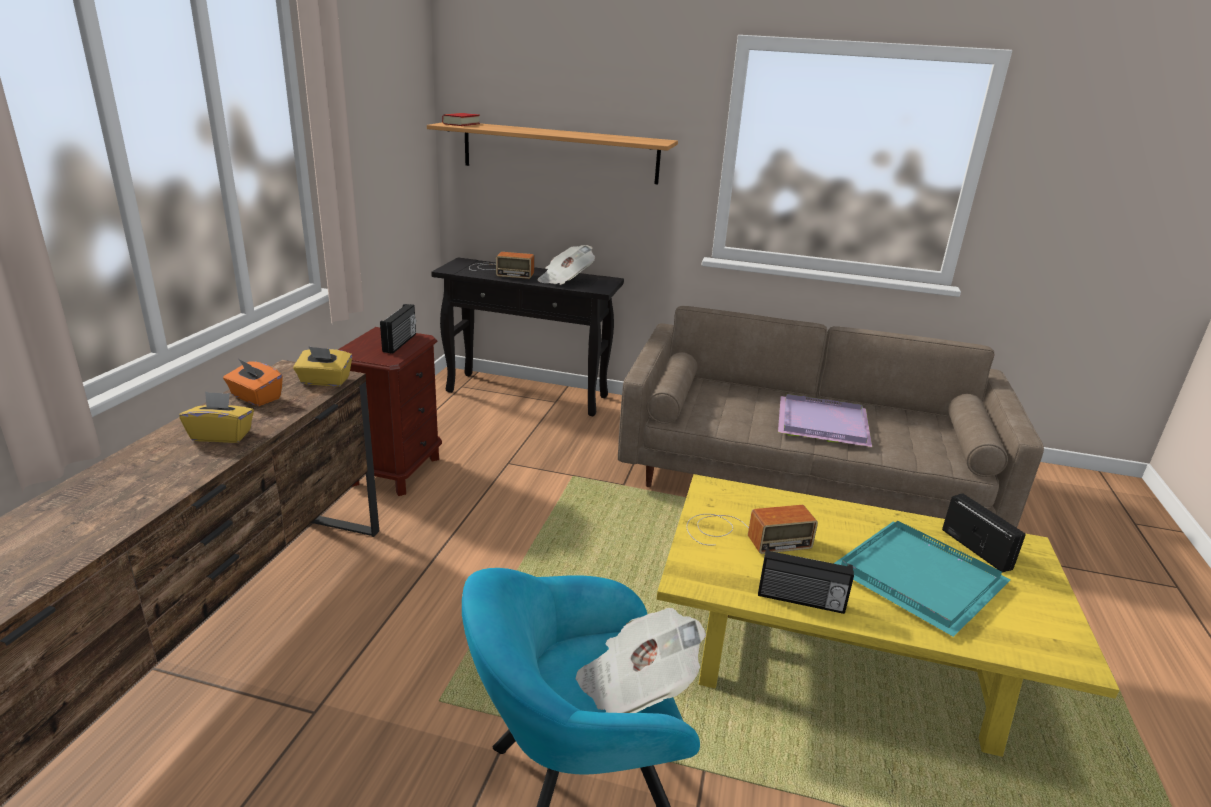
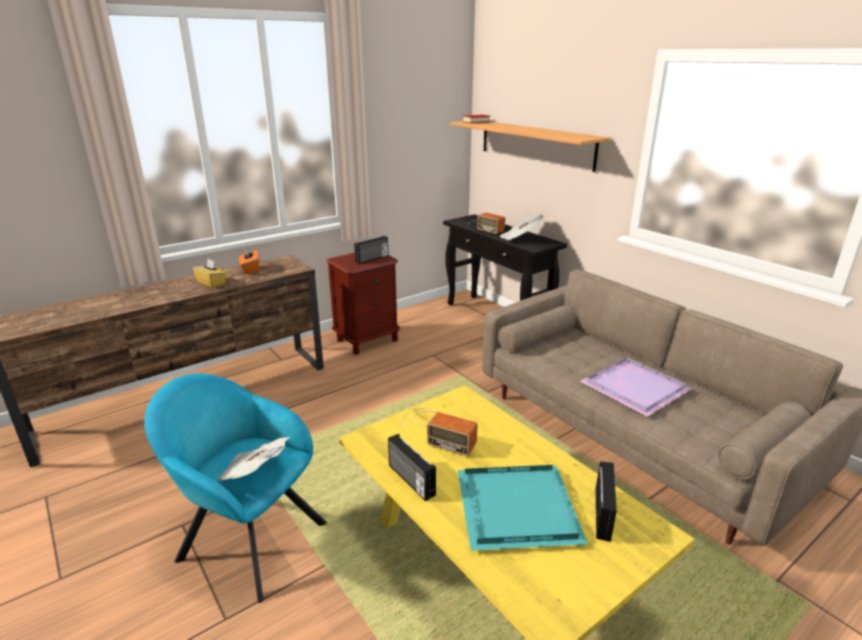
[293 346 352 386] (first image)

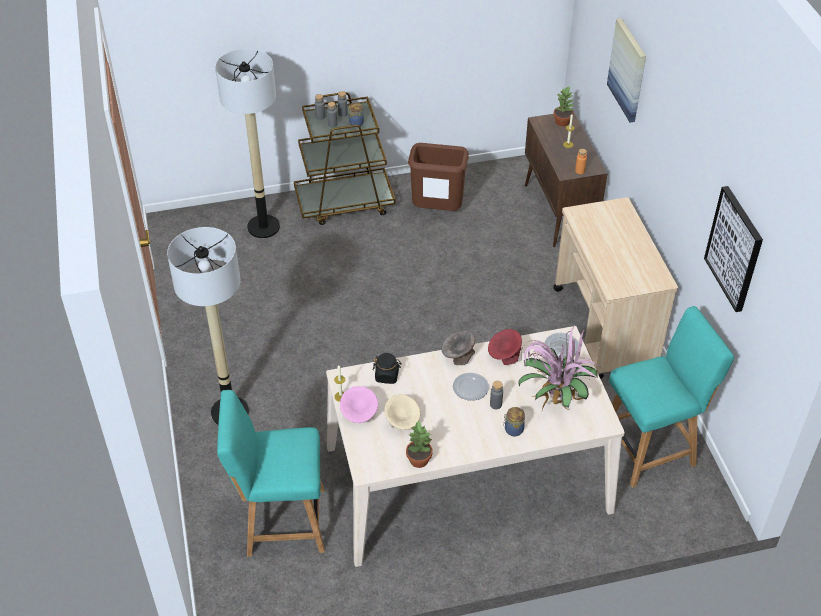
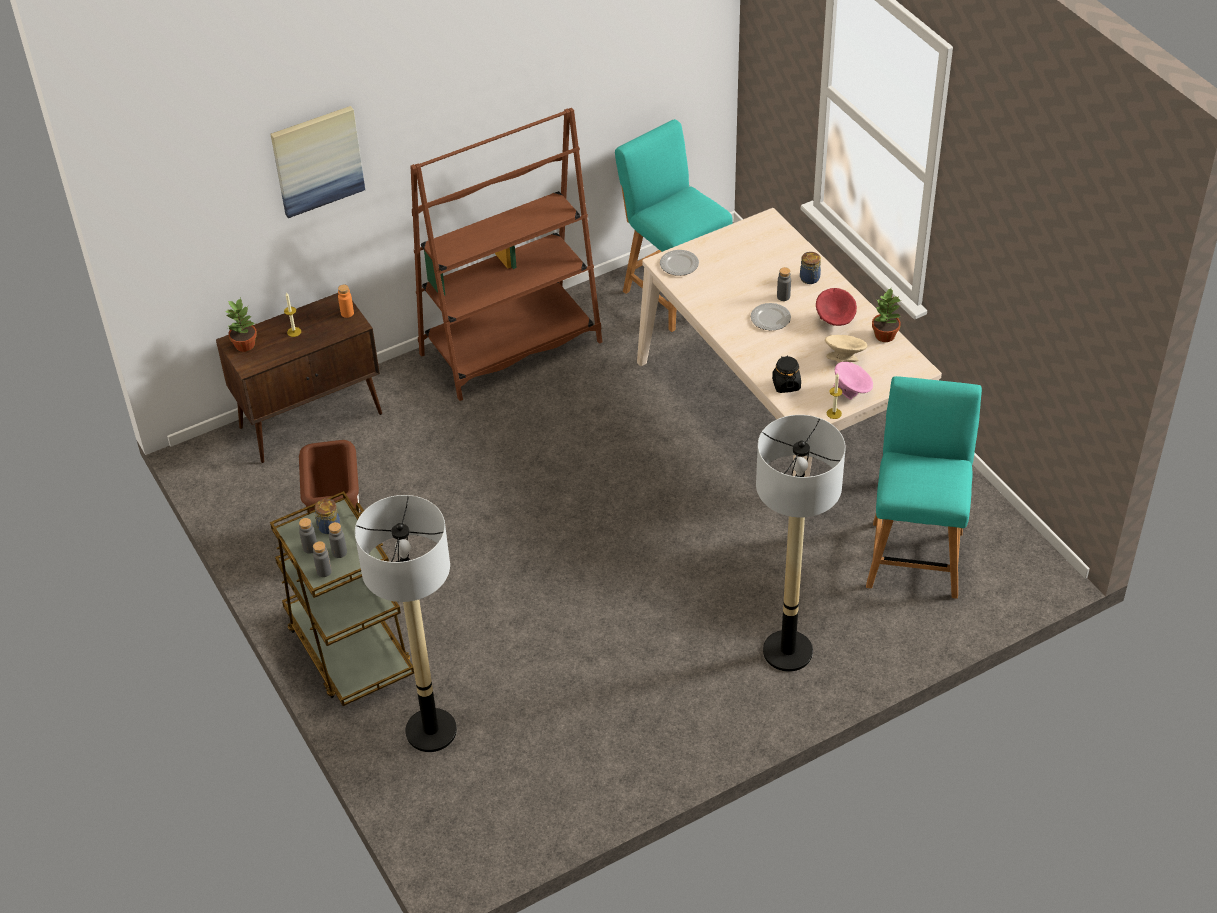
[866 376 982 599]
[442 330 475 365] (first image)
[816 288 857 326]
[518 325 600 410] (first image)
[411 108 602 401]
[704 186 763 312] (first image)

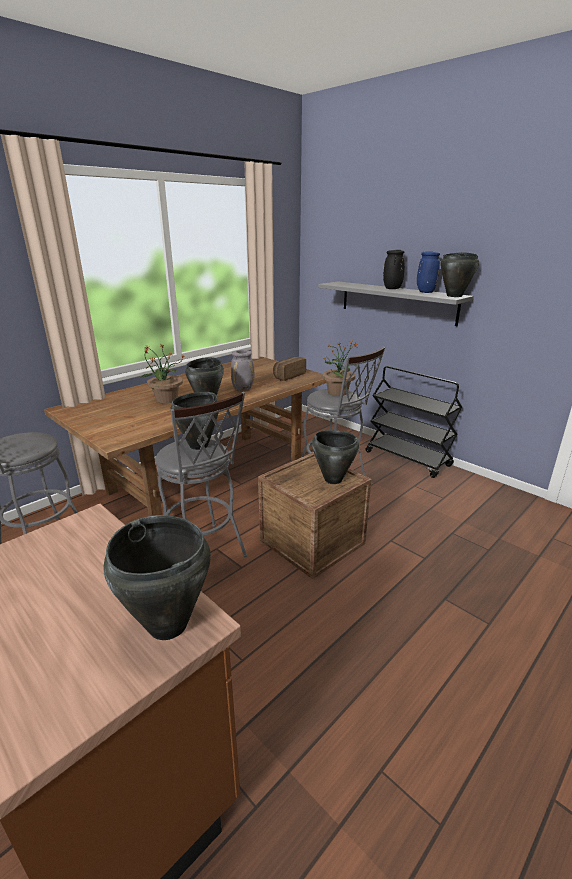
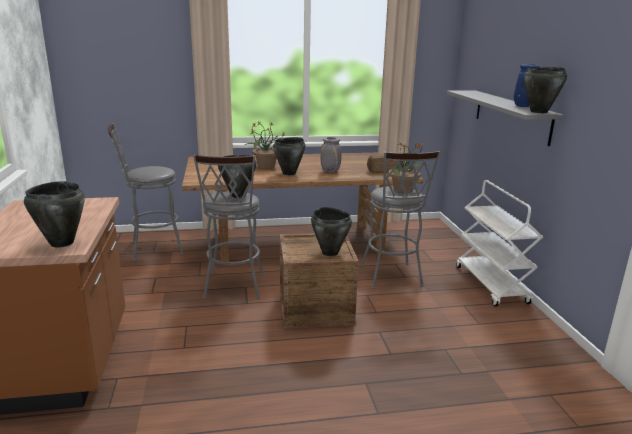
[456 180 543 307]
[383 250 405 289] (first image)

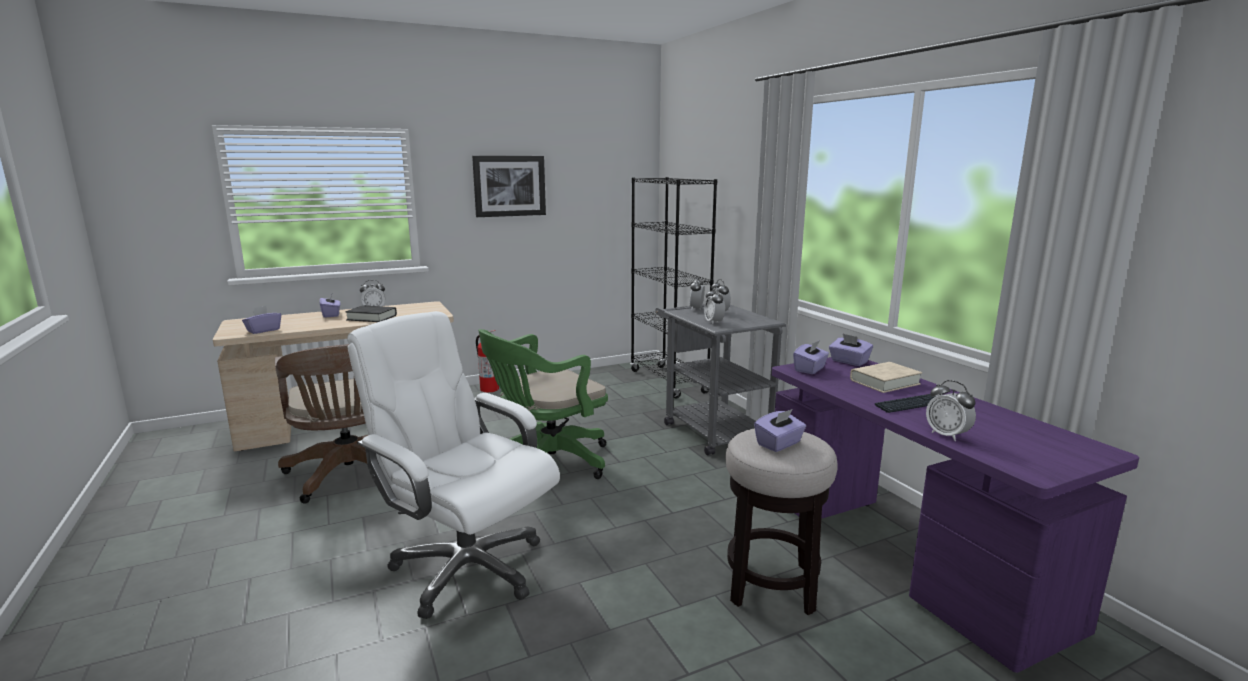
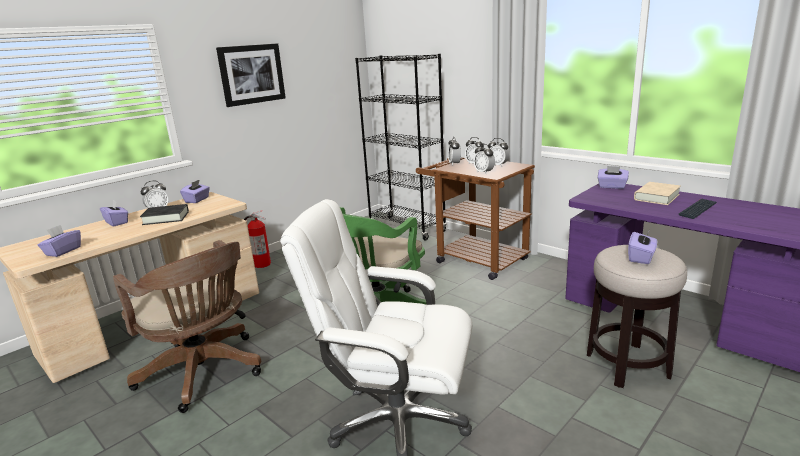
[416 157 535 280]
[180 179 210 203]
[488 138 509 167]

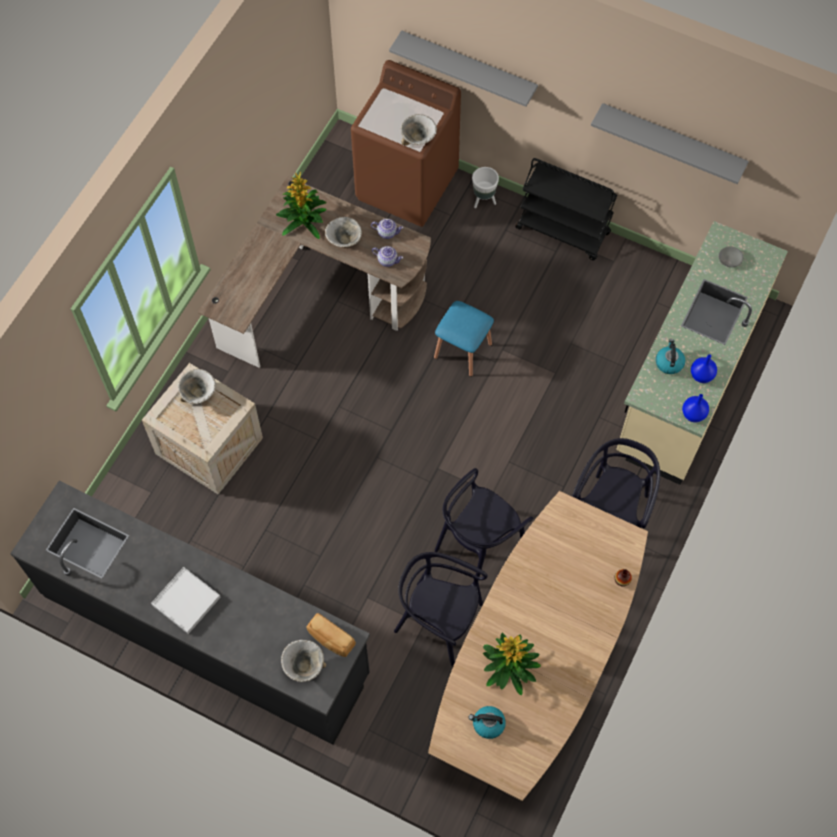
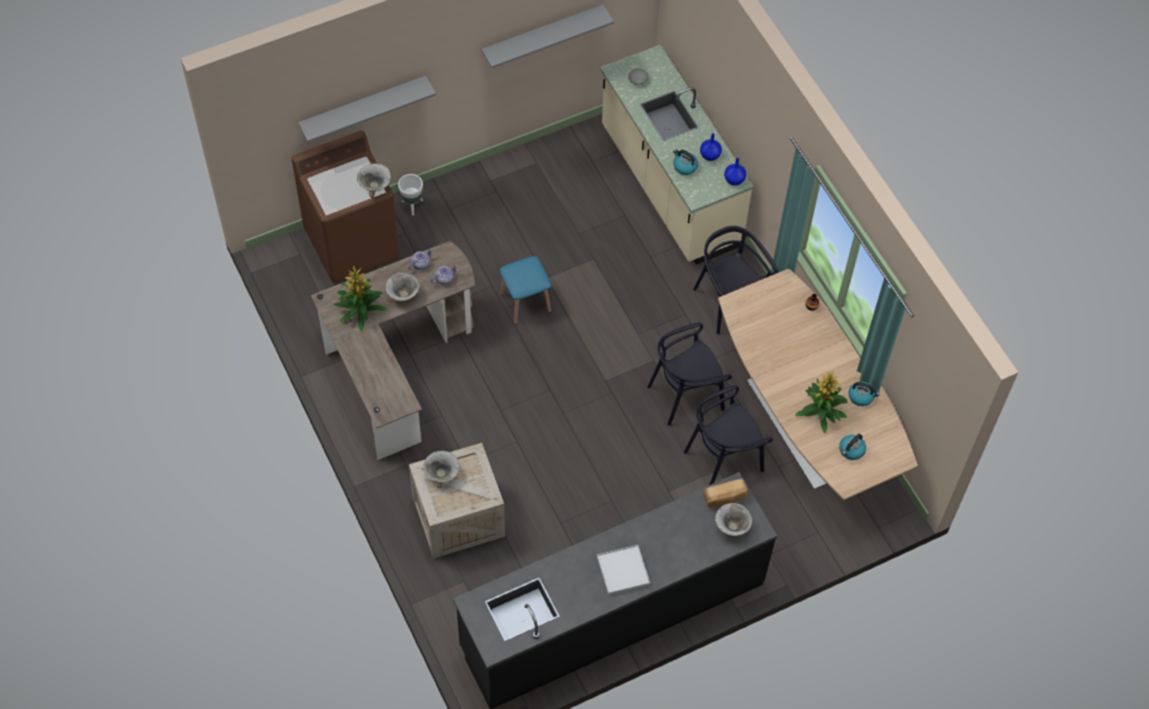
[648 323 732 426]
[515 158 618 260] (first image)
[848 381 880 406]

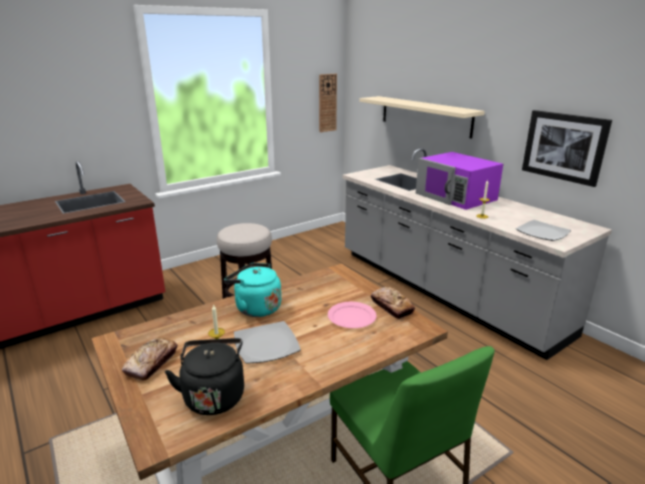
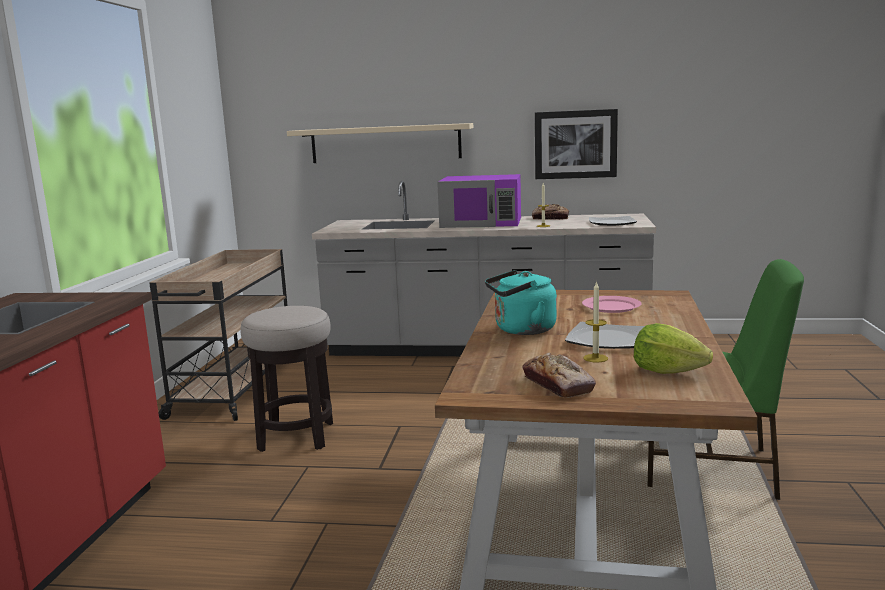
[634 323 713 374]
[319 74 337 132] (first image)
[532 204 569 220]
[149 249 288 421]

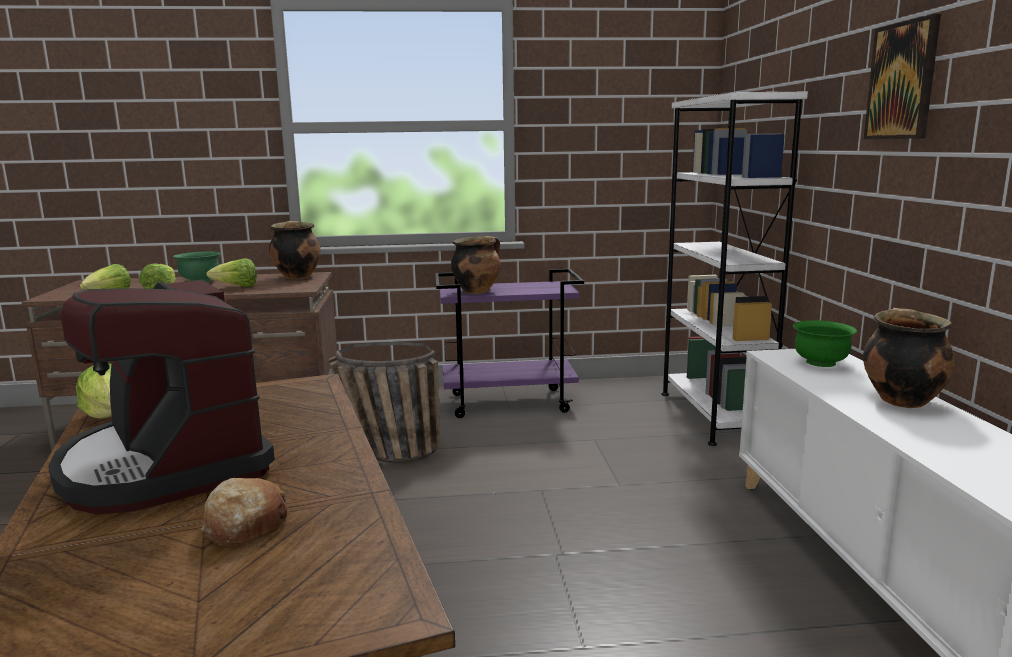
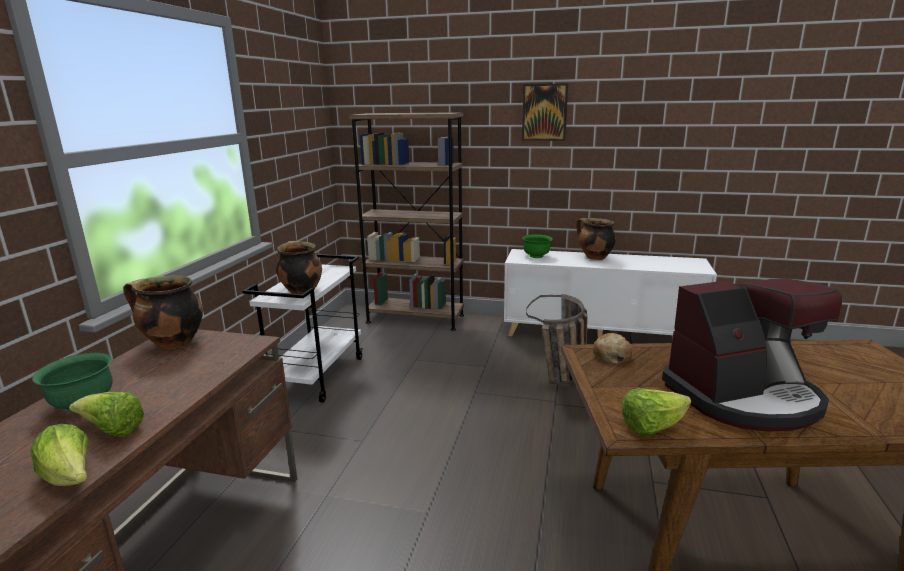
[593 333 632 364]
[206 258 257 287] (first image)
[526 294 588 384]
[242 254 363 403]
[349 112 464 331]

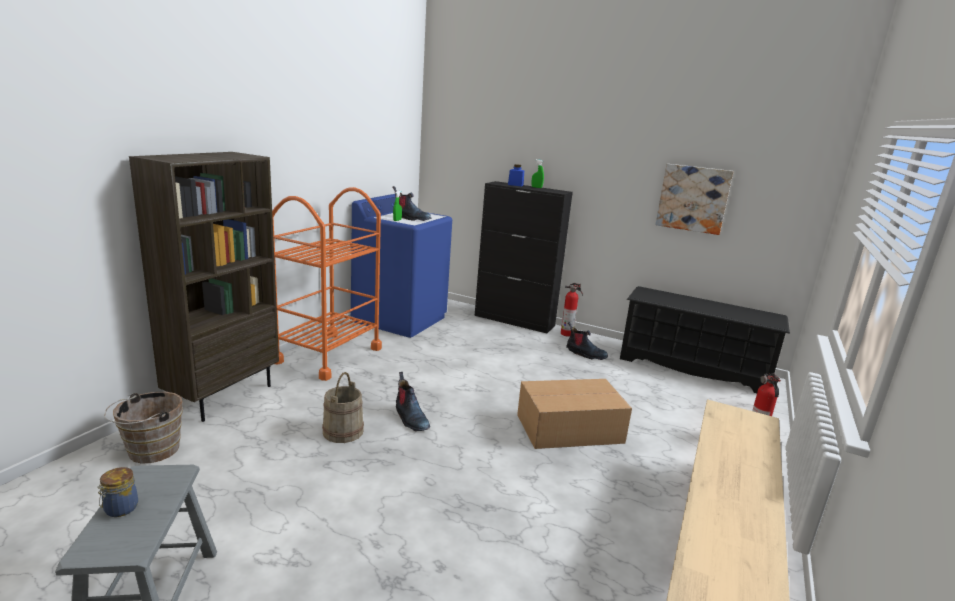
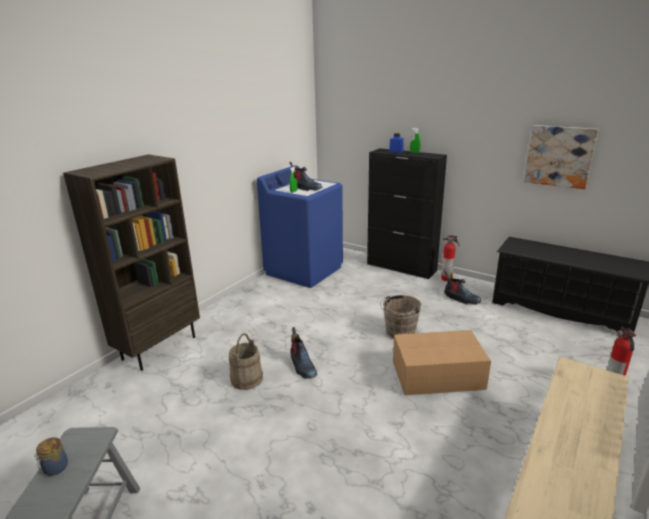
[380 295 421 338]
[272 187 382 381] (first image)

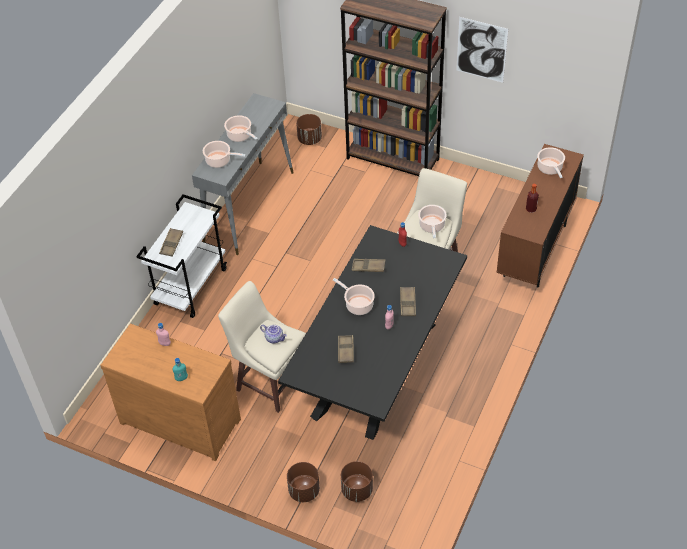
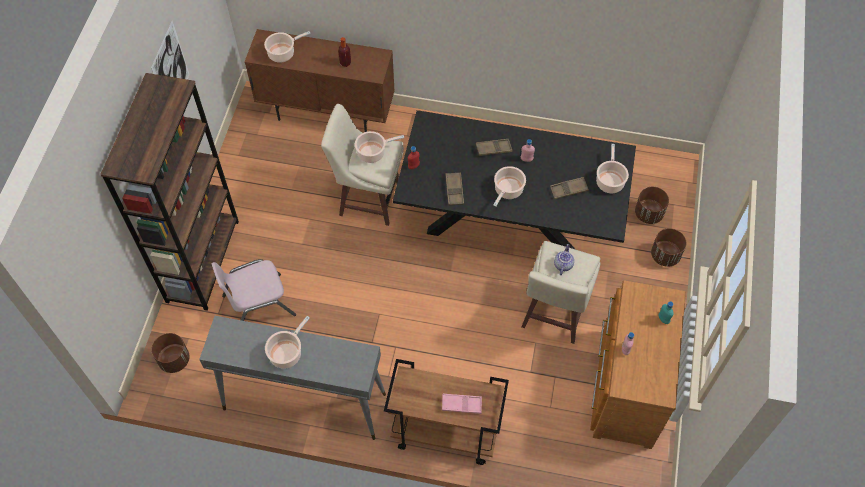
[384 359 509 465]
[442 394 482 414]
[596 144 629 193]
[212 259 296 321]

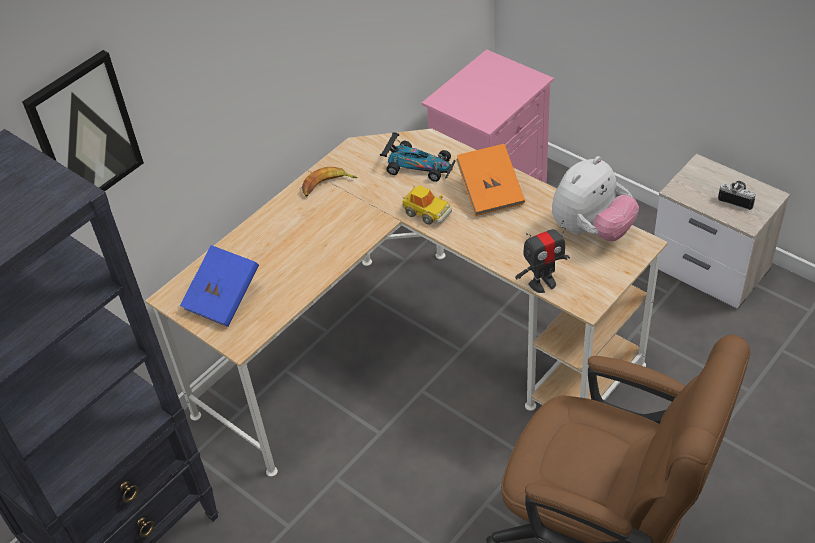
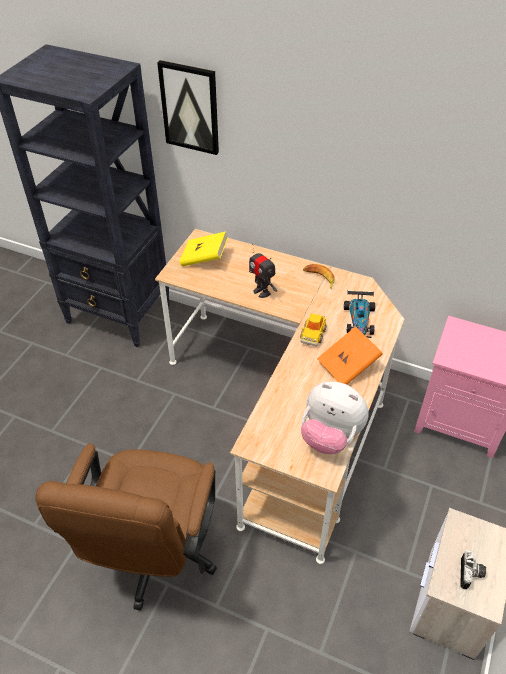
[179 231 228 266]
[249 244 277 298]

